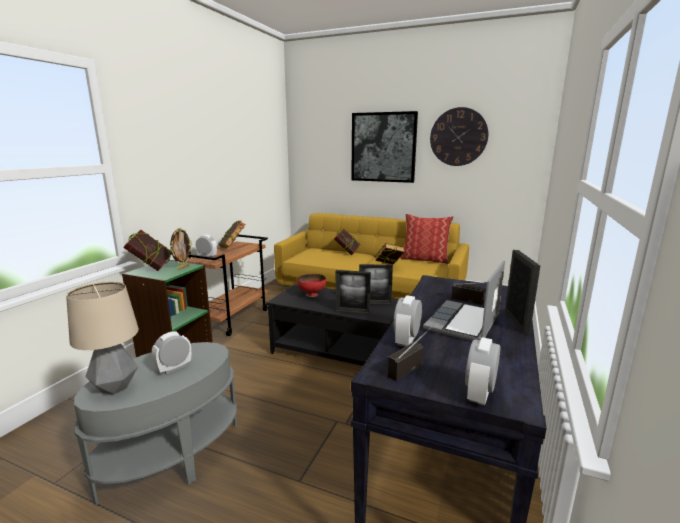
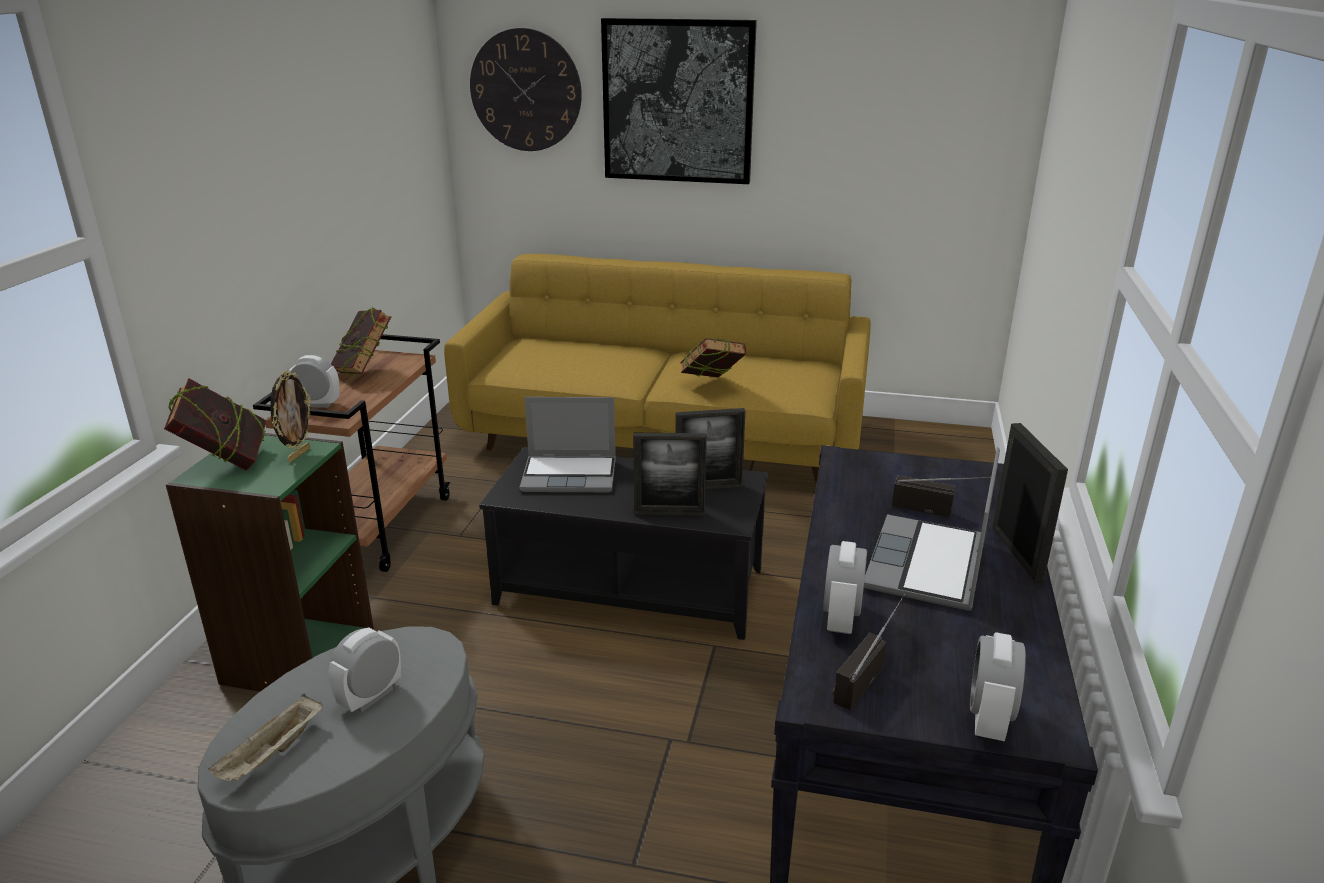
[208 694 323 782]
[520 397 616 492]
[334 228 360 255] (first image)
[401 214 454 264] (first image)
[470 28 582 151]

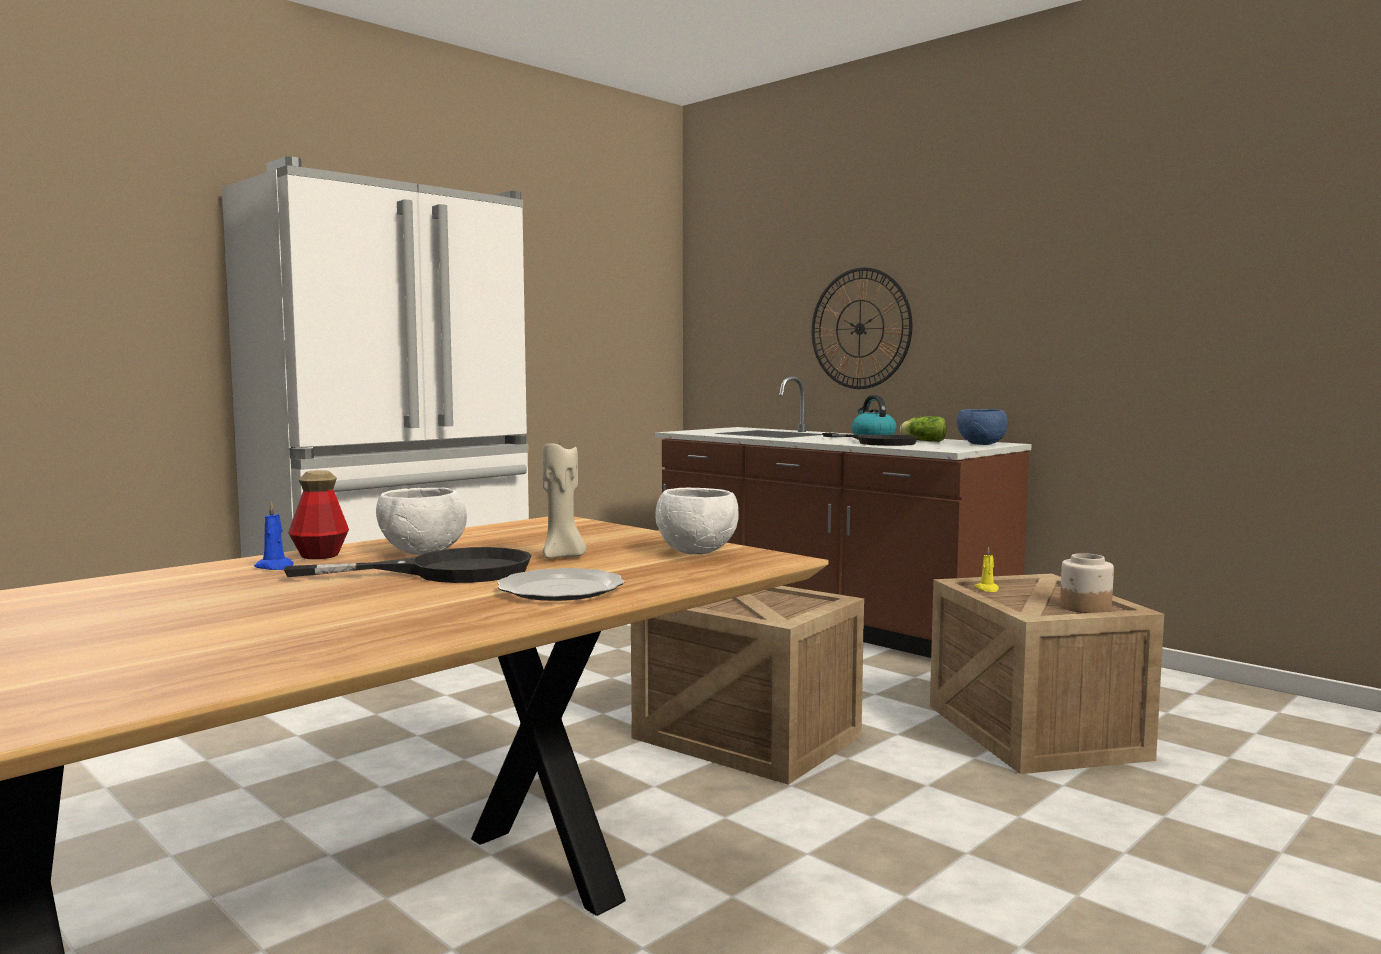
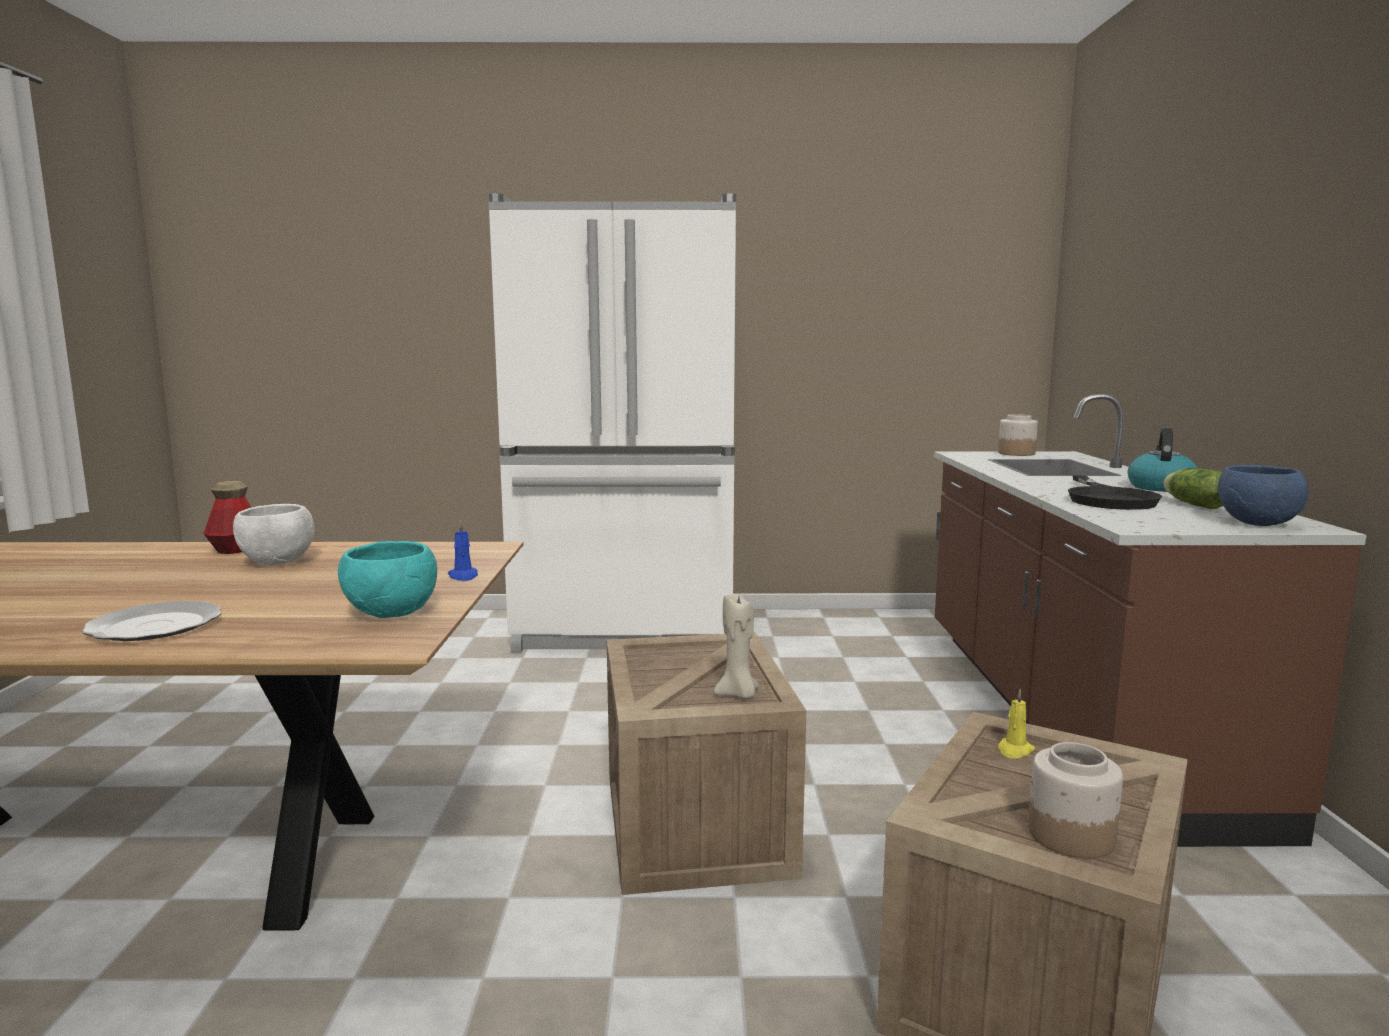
[448 520 478 581]
[284 547 532 583] (first image)
[714 595 759 698]
[338 541 437 618]
[811 267 912 389] (first image)
[998 414 1038 456]

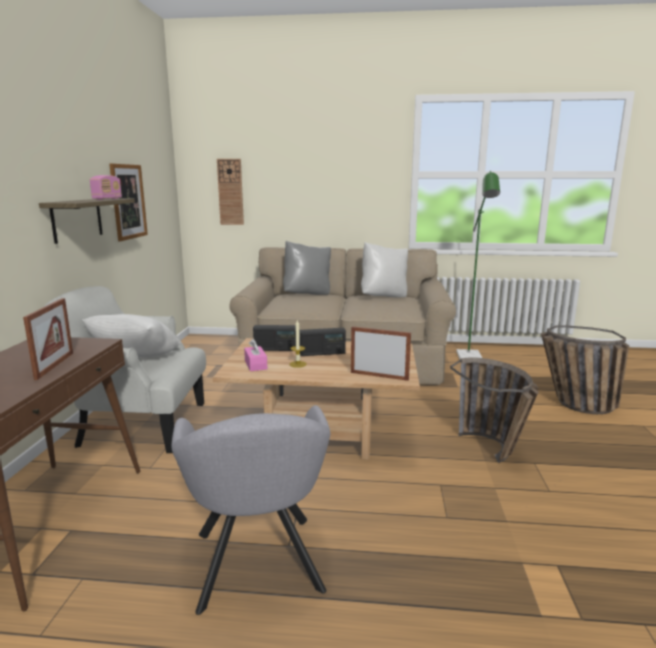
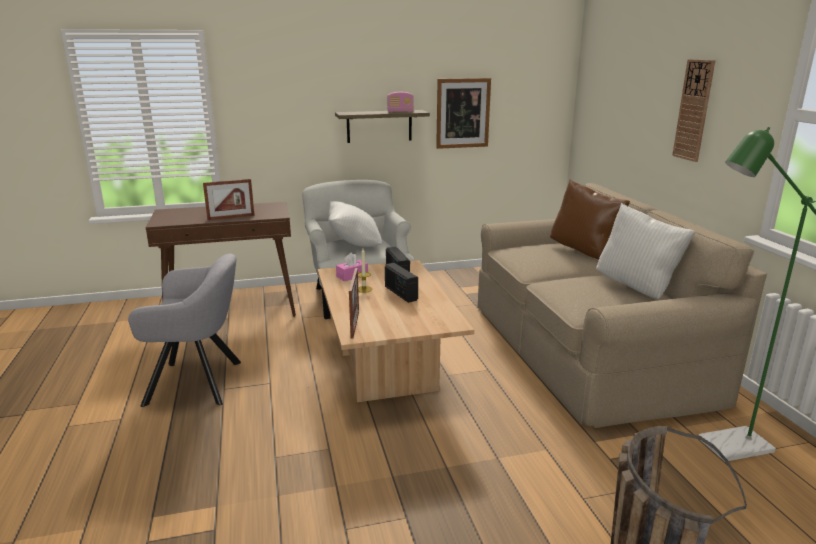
[128 254 241 407]
[672 59 716 162]
[550 180 630 259]
[450 357 539 463] (first image)

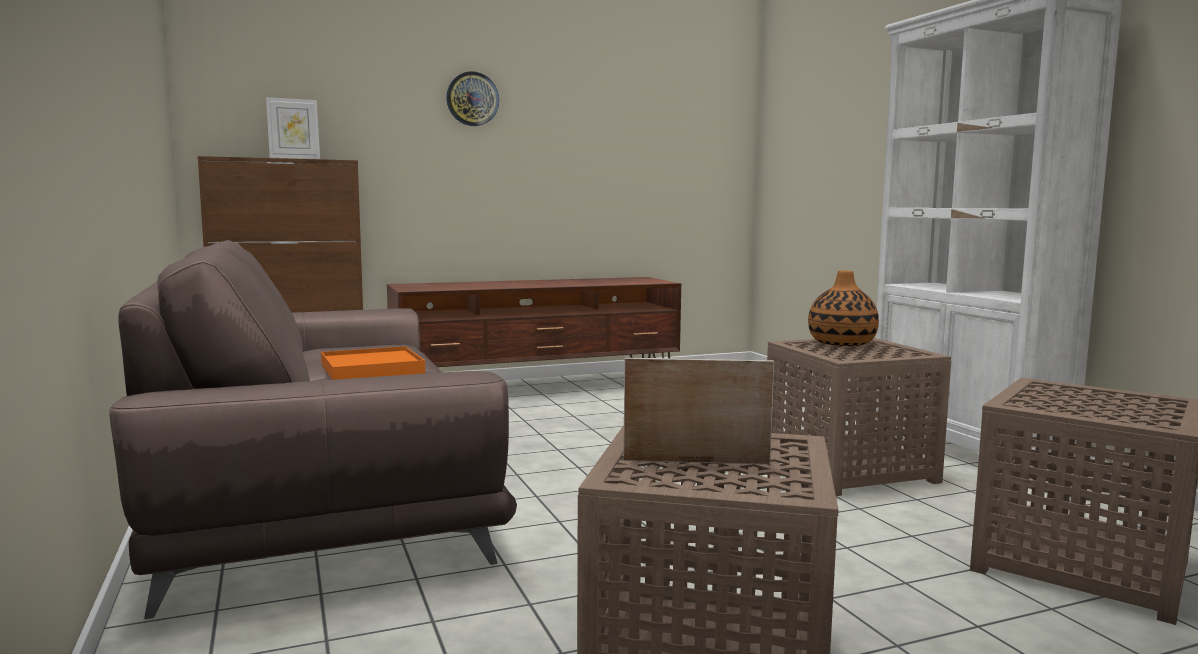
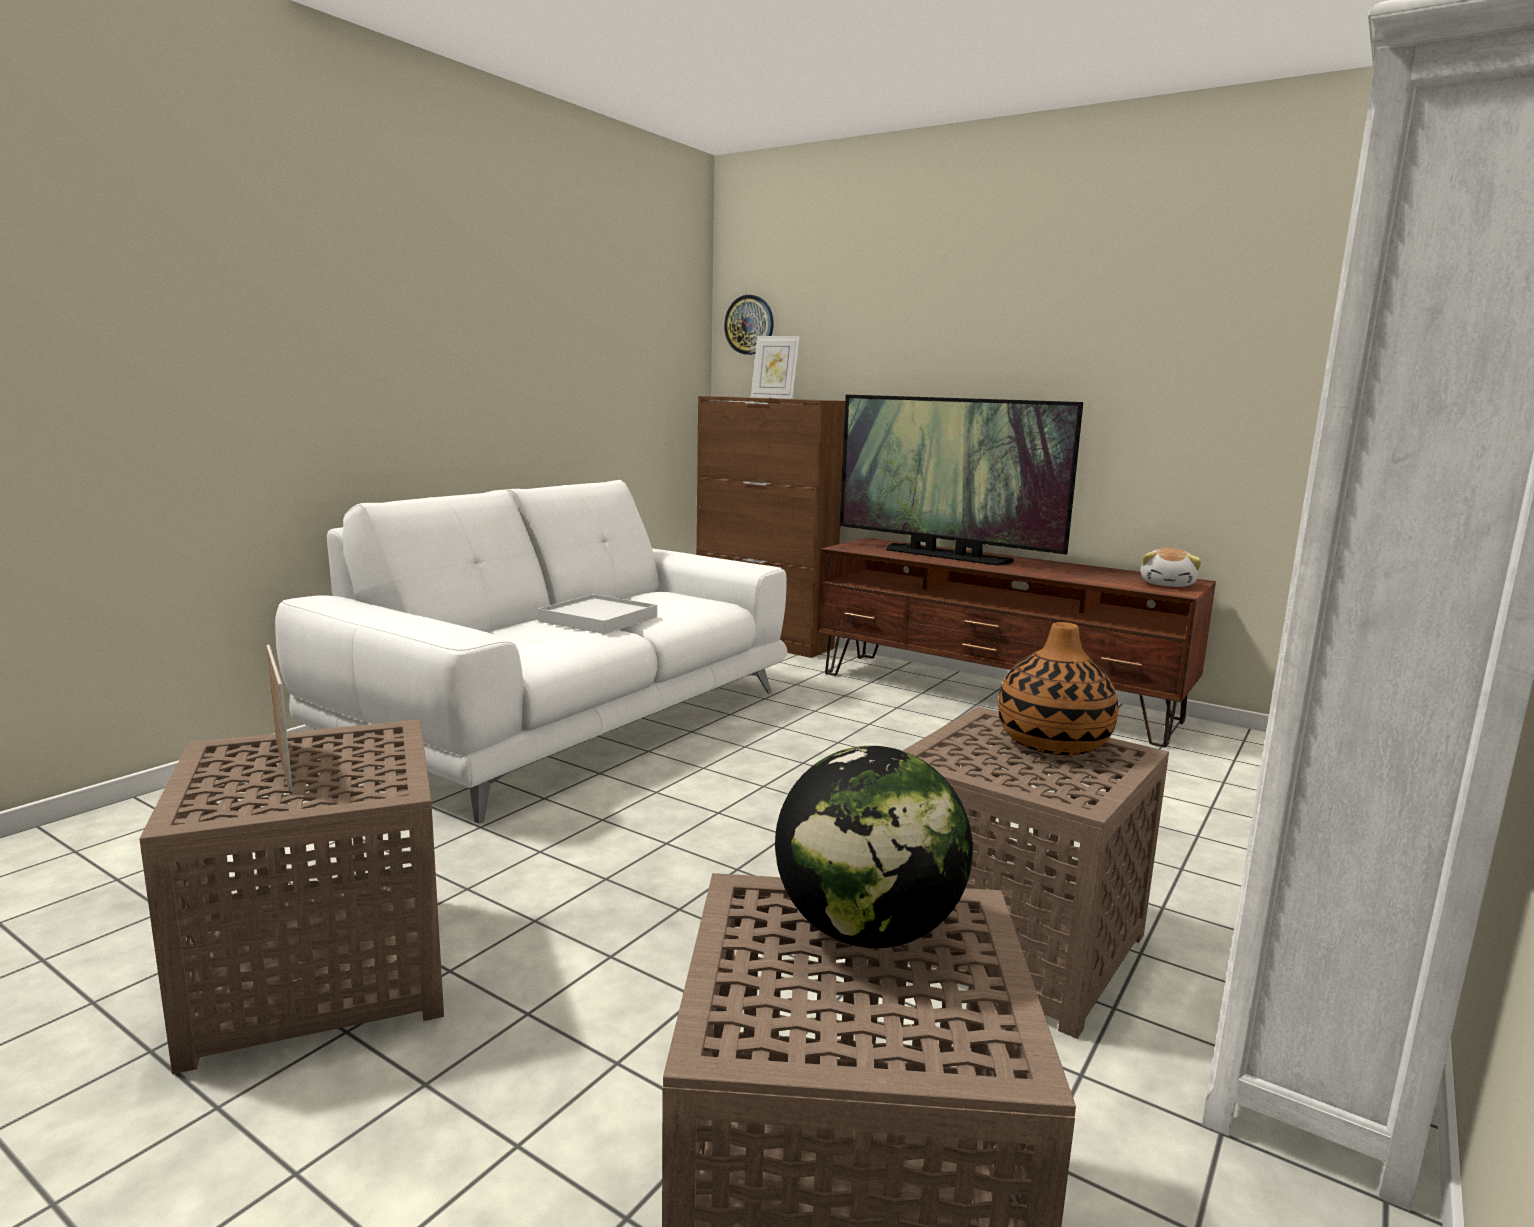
[275 480 788 824]
[538 594 657 634]
[724 295 774 355]
[775 746 973 948]
[839 395 1083 565]
[1141 548 1201 587]

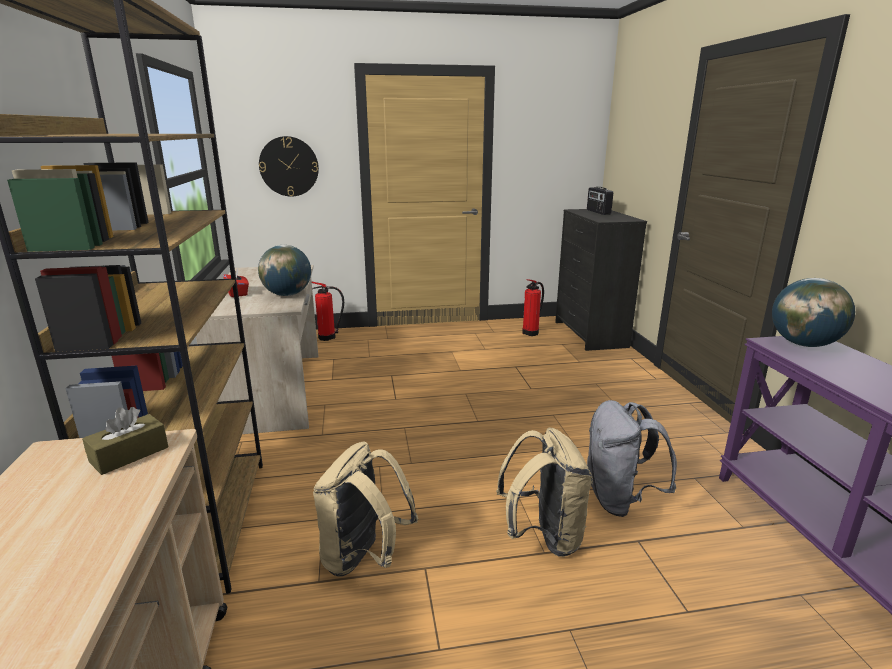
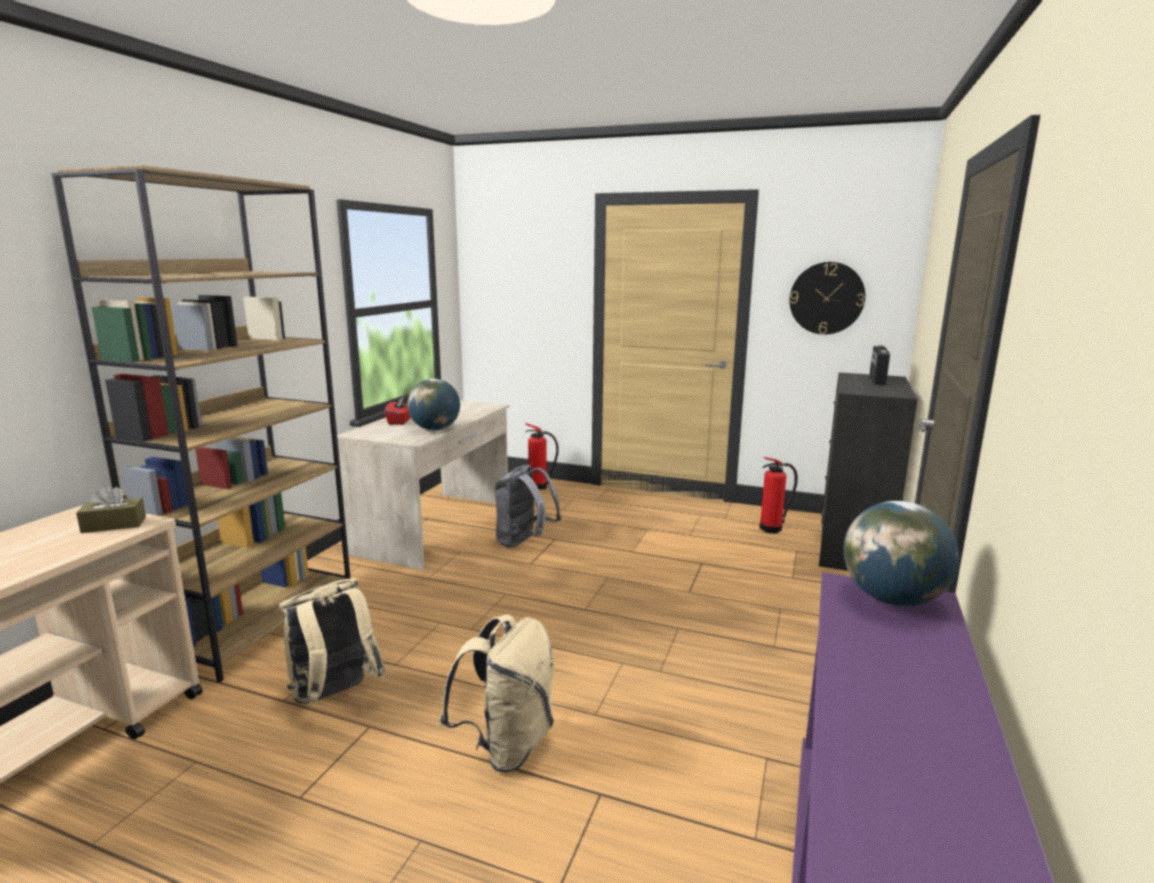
[789 262 865 335]
[494 464 561 548]

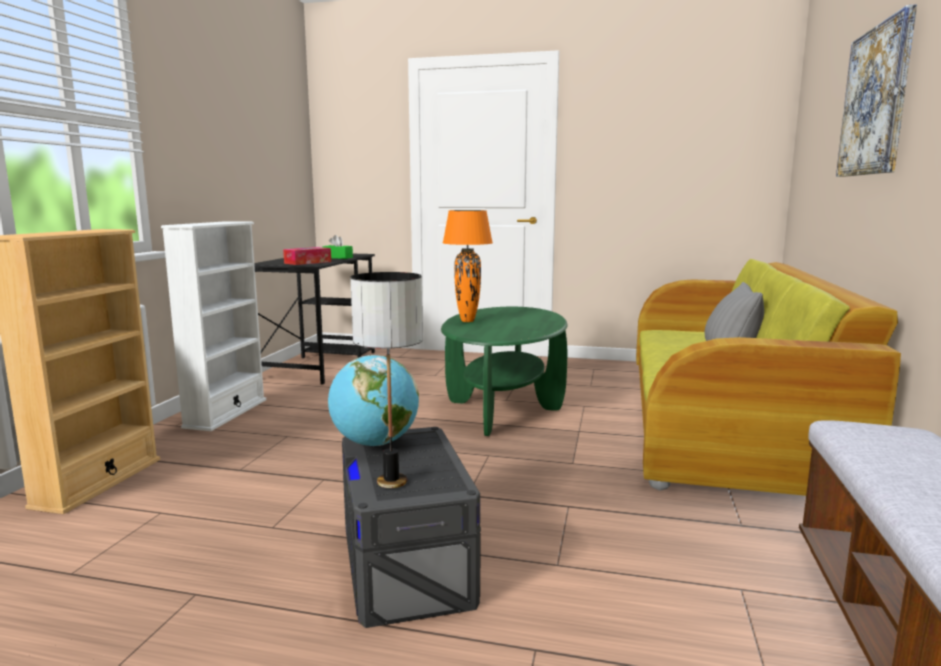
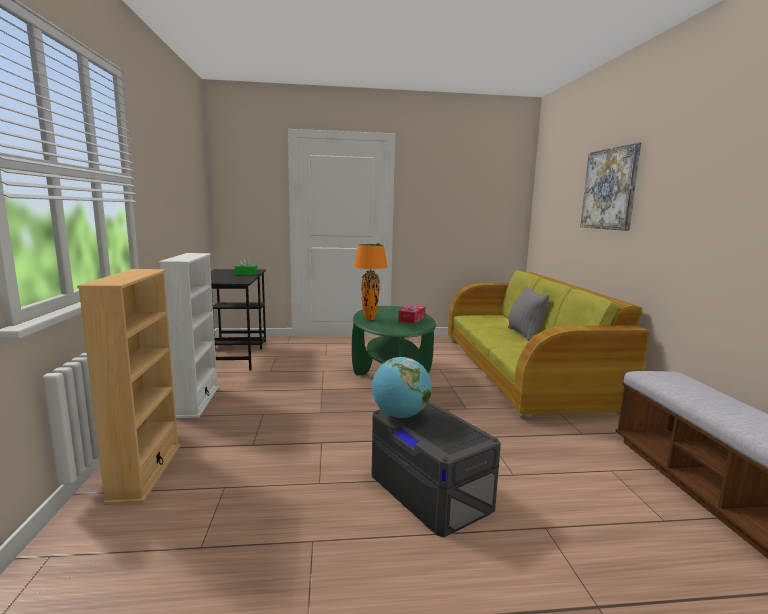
[398 305 425 324]
[350 272 423 488] (first image)

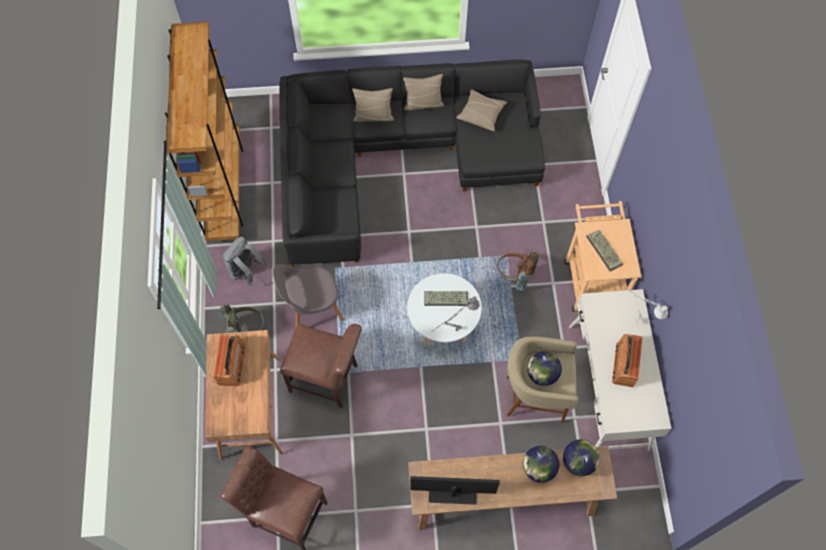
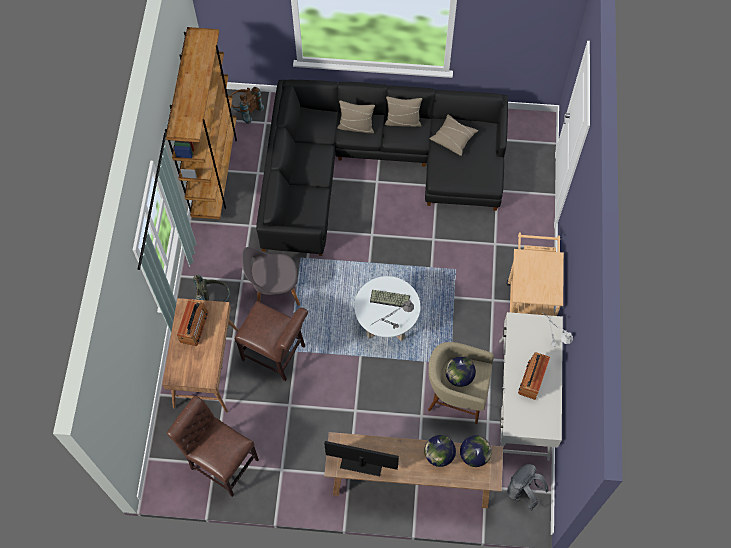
[507 464 549 511]
[230 87 264 124]
[586 230 624 271] (first image)

